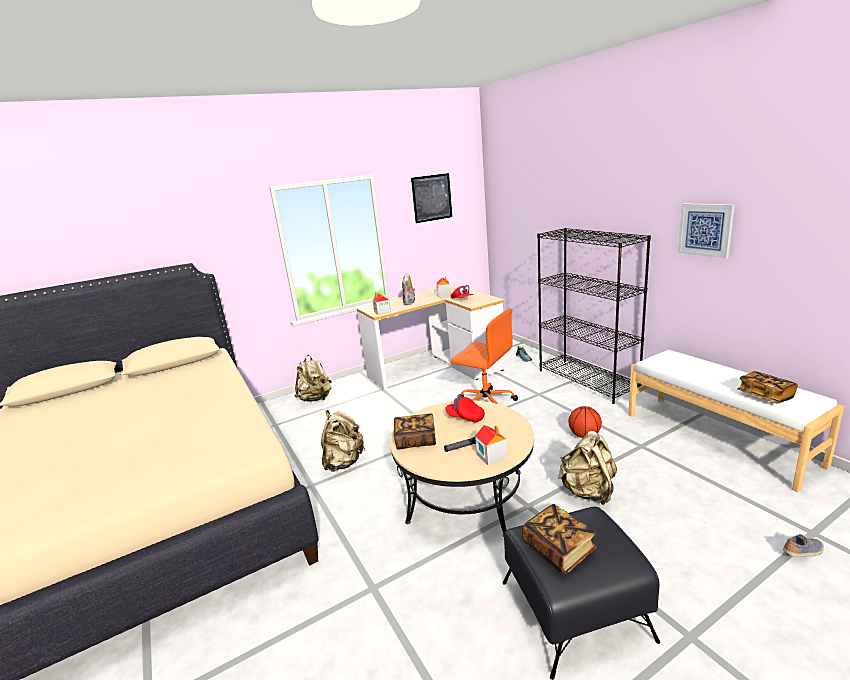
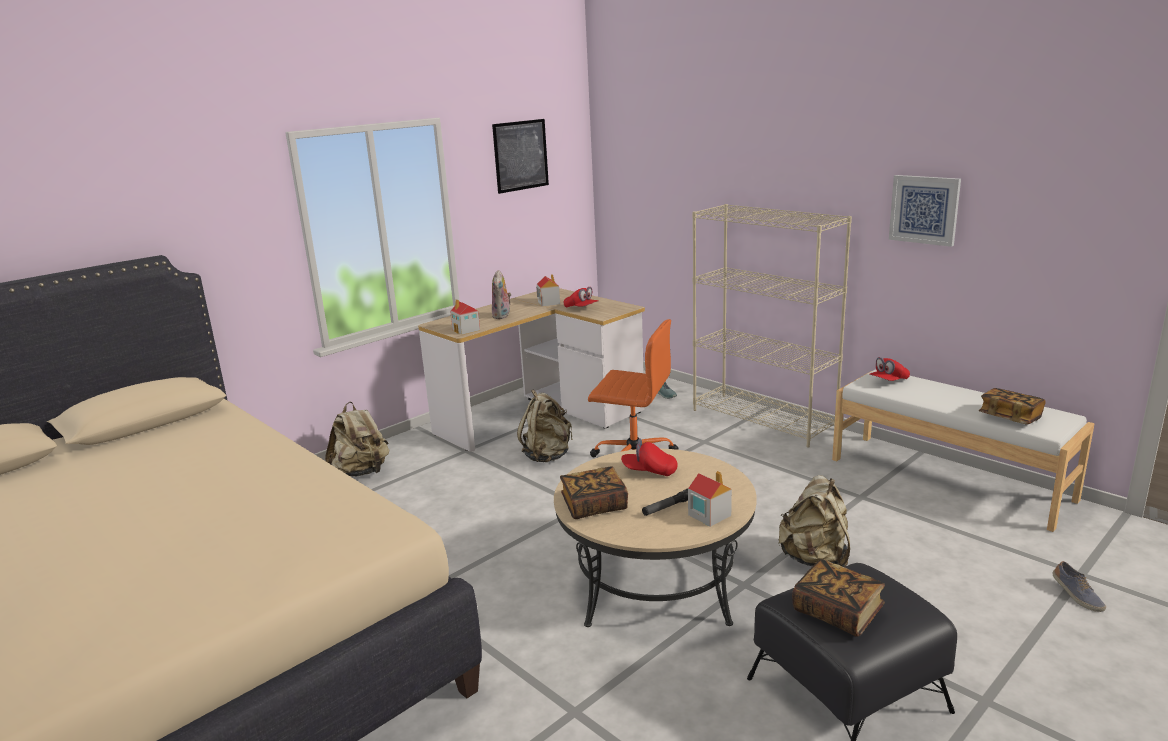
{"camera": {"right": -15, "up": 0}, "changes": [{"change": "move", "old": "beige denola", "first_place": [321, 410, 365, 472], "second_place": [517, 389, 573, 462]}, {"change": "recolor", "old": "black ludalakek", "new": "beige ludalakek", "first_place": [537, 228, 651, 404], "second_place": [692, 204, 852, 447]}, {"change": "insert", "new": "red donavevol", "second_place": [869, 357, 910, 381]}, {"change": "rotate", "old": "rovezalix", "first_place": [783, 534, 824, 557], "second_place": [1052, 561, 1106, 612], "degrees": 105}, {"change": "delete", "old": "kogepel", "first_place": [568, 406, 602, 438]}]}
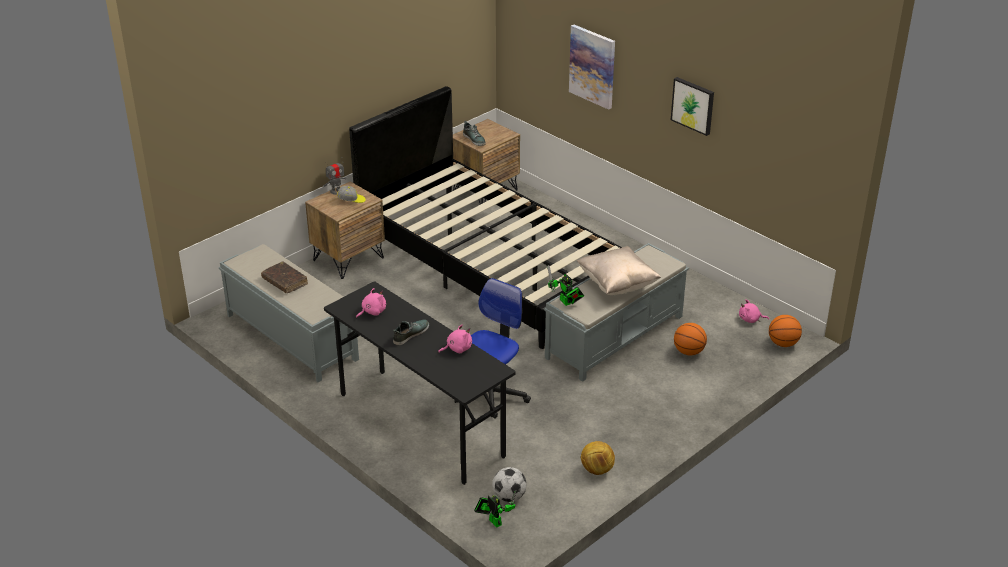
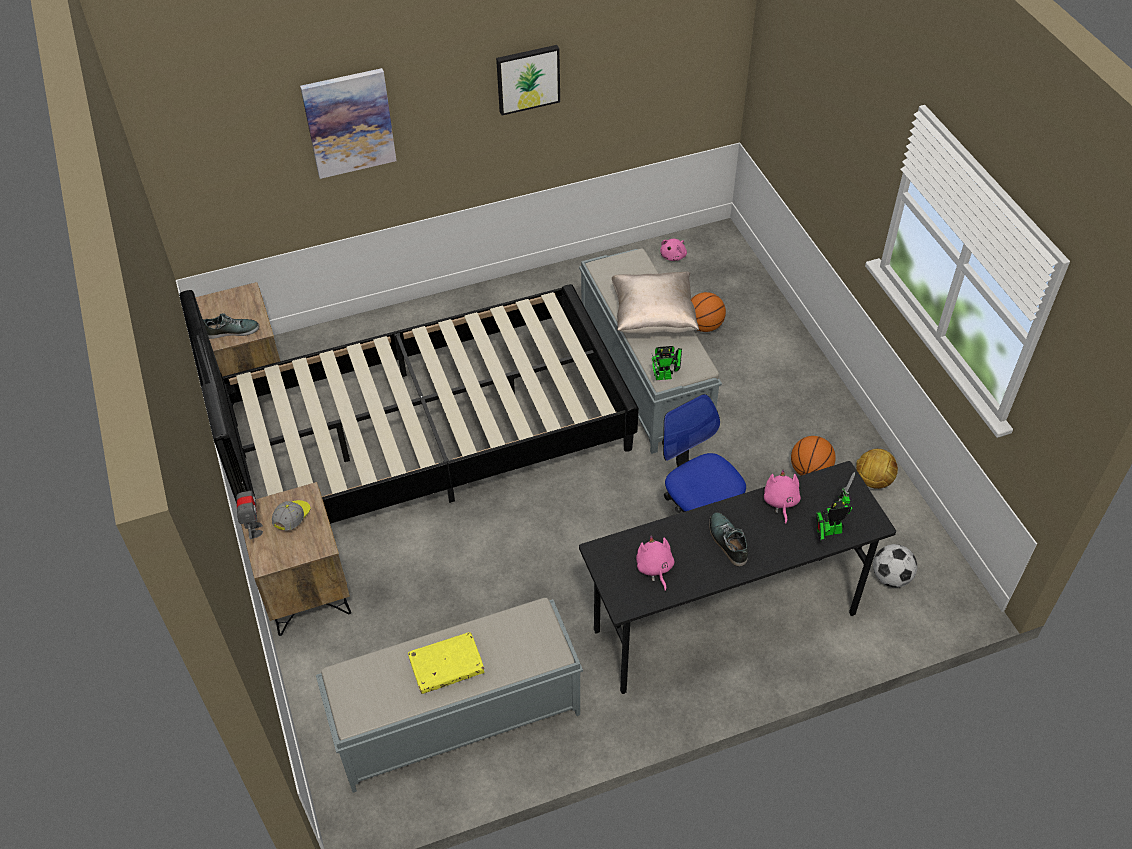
{"camera": {"right": -65, "up": 15}, "changes": [{"change": "recolor", "old": "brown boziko", "new": "yellow boziko", "first_place": [261, 261, 308, 293], "second_place": [408, 632, 485, 694]}, {"change": "move", "old": "kogepel", "first_place": [769, 315, 802, 347], "second_place": [791, 436, 836, 476]}, {"change": "move", "old": "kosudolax", "first_place": [474, 490, 517, 528], "second_place": [816, 472, 855, 541]}]}
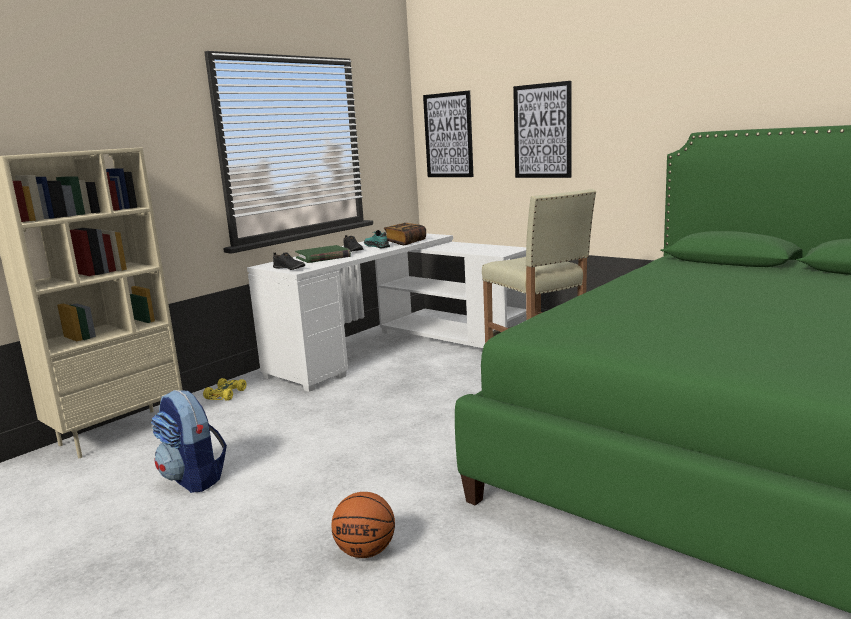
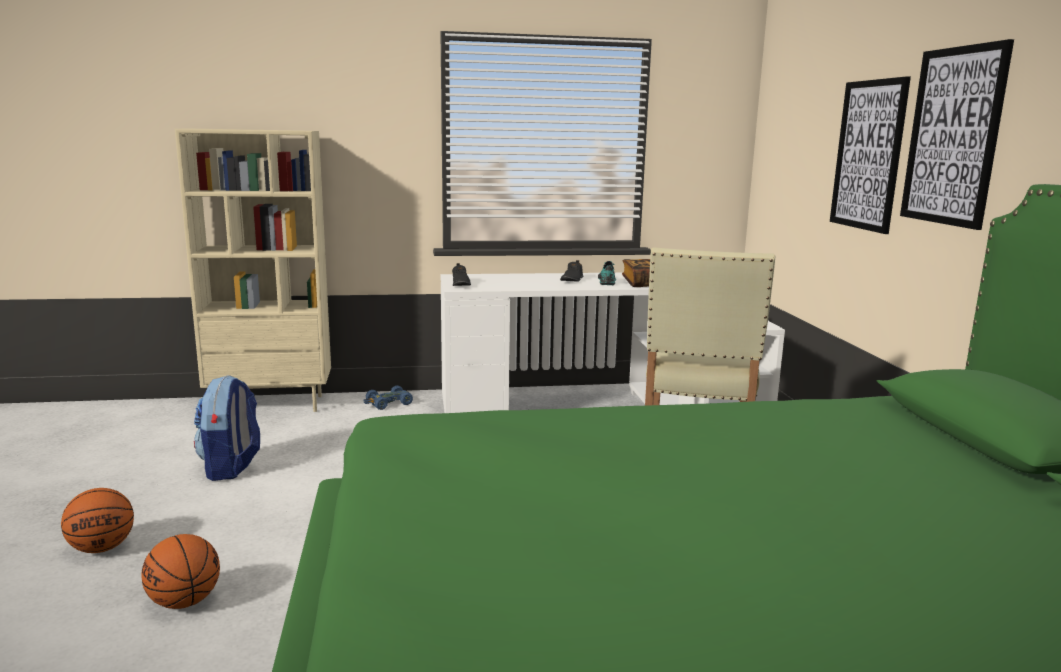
{"camera": {"right": 40, "up": 0}, "changes": [{"change": "insert", "new": "kogepel", "second_place": [61, 488, 134, 553]}, {"change": "recolor", "old": "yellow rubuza", "new": "blue rubuza", "first_place": [203, 378, 246, 401], "second_place": [364, 385, 413, 410]}, {"change": "move", "old": "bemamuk", "first_place": [423, 90, 474, 177], "second_place": [900, 39, 1014, 230]}, {"change": "delete", "old": "green boziko", "first_place": [295, 245, 351, 263]}]}
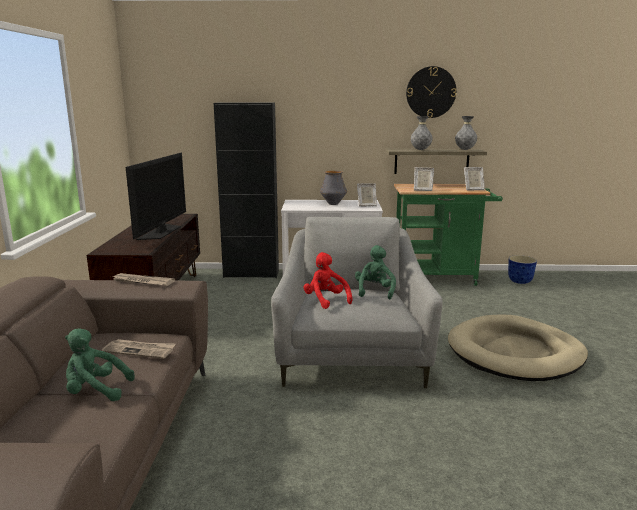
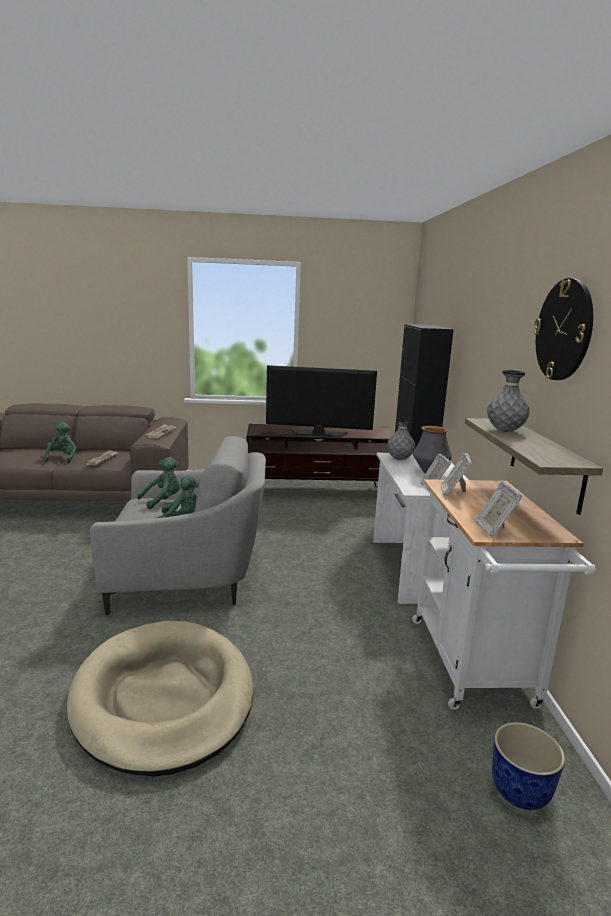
{"camera": {"right": 85, "up": 0}, "changes": [{"change": "recolor", "old": "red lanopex", "new": "green lanopex", "first_place": [304, 252, 352, 309], "second_place": [137, 457, 180, 509]}, {"change": "move", "old": "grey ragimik", "first_place": [455, 116, 477, 150], "second_place": [387, 417, 415, 460]}, {"change": "recolor", "old": "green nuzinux", "new": "white nuzinux", "first_place": [394, 184, 503, 286], "second_place": [412, 479, 596, 710]}]}
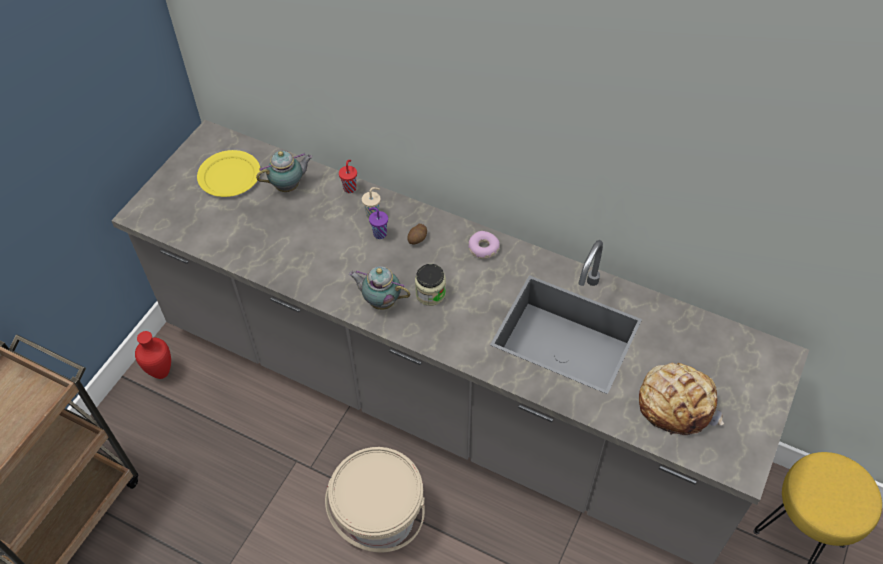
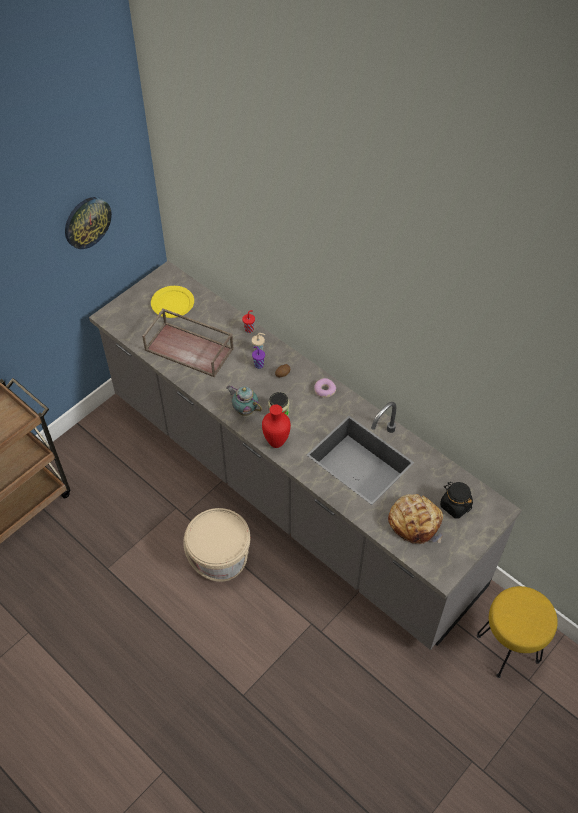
{"camera": {"right": 15, "up": 0}, "changes": [{"change": "insert", "new": "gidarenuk", "second_place": [65, 197, 112, 249]}, {"change": "insert", "new": "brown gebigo", "second_place": [142, 308, 234, 377]}, {"change": "move", "old": "red ragimik", "first_place": [135, 331, 171, 379], "second_place": [262, 404, 291, 448]}, {"change": "insert", "new": "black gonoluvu", "second_place": [440, 482, 473, 519]}, {"change": "delete", "old": "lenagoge", "first_place": [256, 151, 313, 192]}]}
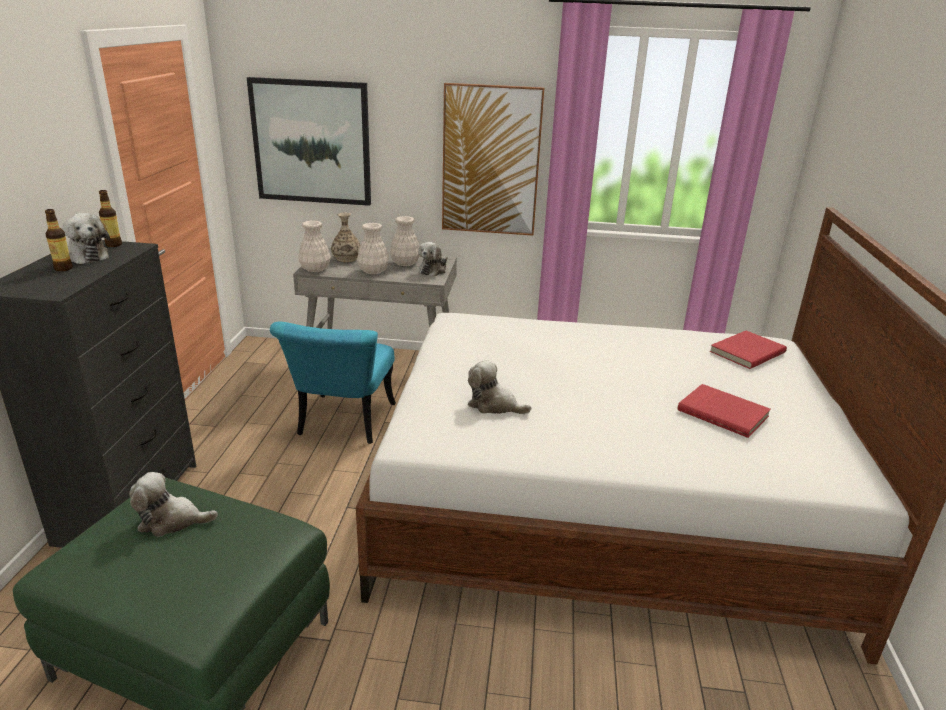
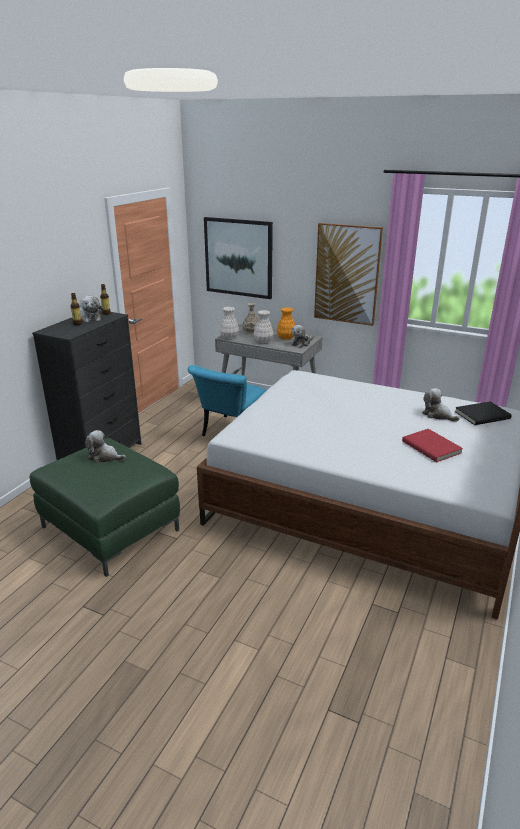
{"camera": {"right": 20, "up": 0}, "changes": [{"change": "recolor", "old": "white ragimik", "new": "orange ragimik", "first_place": [390, 216, 419, 266], "second_place": [277, 307, 295, 340]}, {"change": "move", "old": "lanopex", "first_place": [468, 360, 531, 414], "second_place": [422, 388, 460, 422]}, {"change": "recolor", "old": "red boziko", "new": "black boziko", "first_place": [710, 331, 787, 369], "second_place": [455, 401, 512, 425]}]}
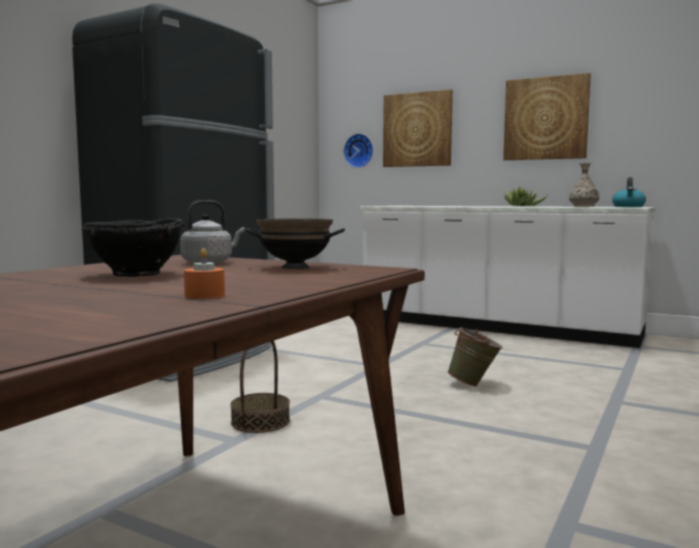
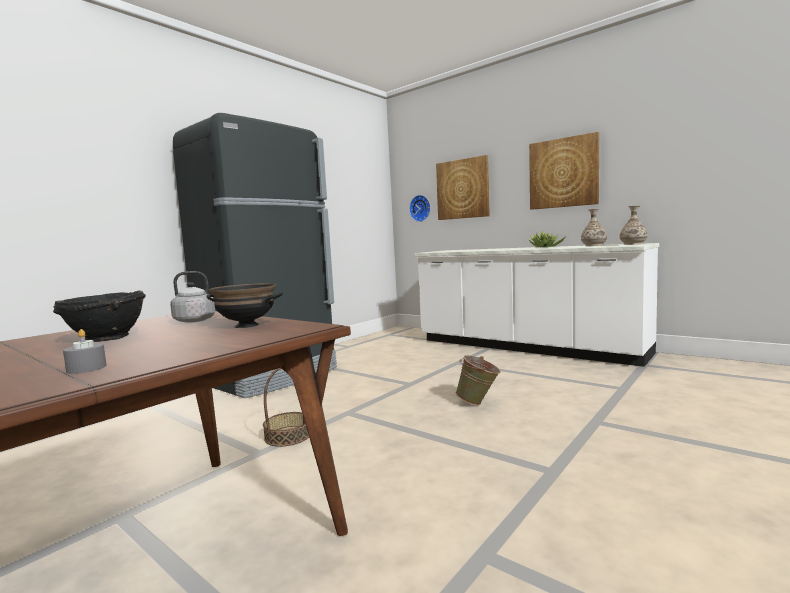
{"camera": {"right": 10, "up": 0}, "changes": [{"change": "recolor", "old": "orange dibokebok", "new": "grey dibokebok", "first_place": [184, 248, 225, 299], "second_place": [63, 329, 107, 374]}, {"change": "replace", "old": "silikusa", "new": "ragimik", "first_place": [612, 177, 646, 207], "second_place": [620, 206, 648, 245]}]}
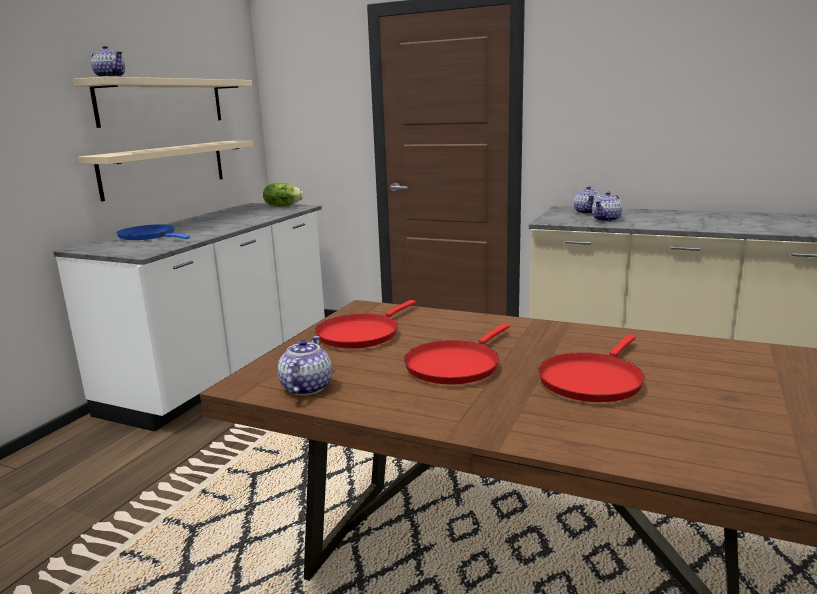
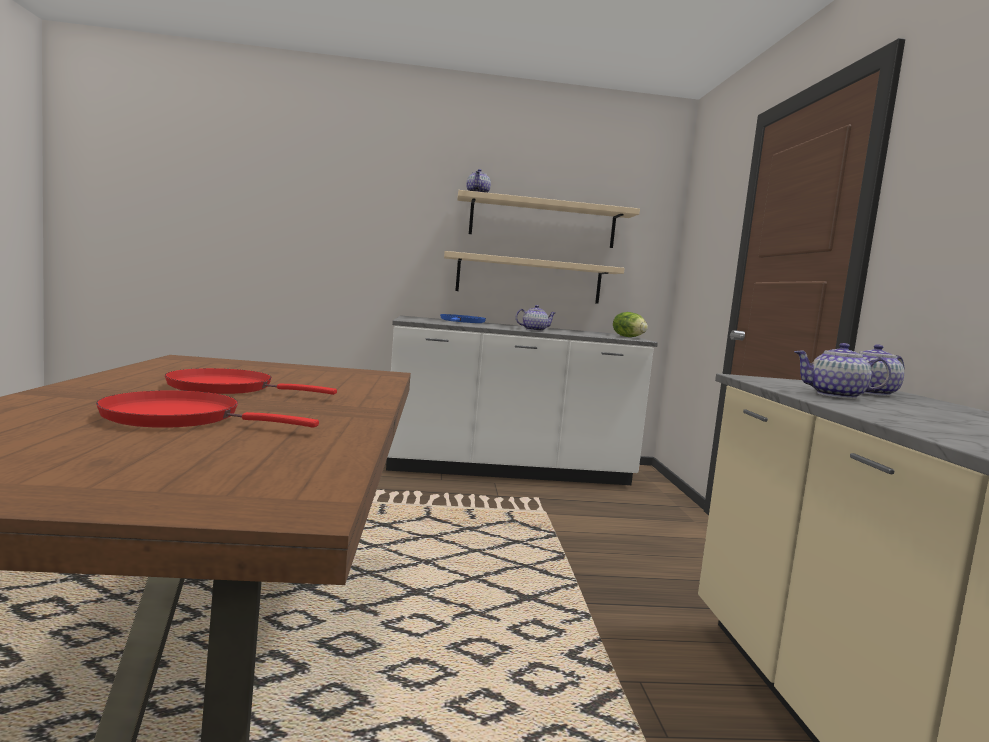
{"camera": {"right": 60, "up": -10}, "changes": [{"change": "move", "old": "lenagoge", "first_place": [278, 336, 332, 395], "second_place": [516, 305, 555, 331]}, {"change": "delete", "old": "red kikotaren", "first_place": [315, 300, 416, 349]}]}
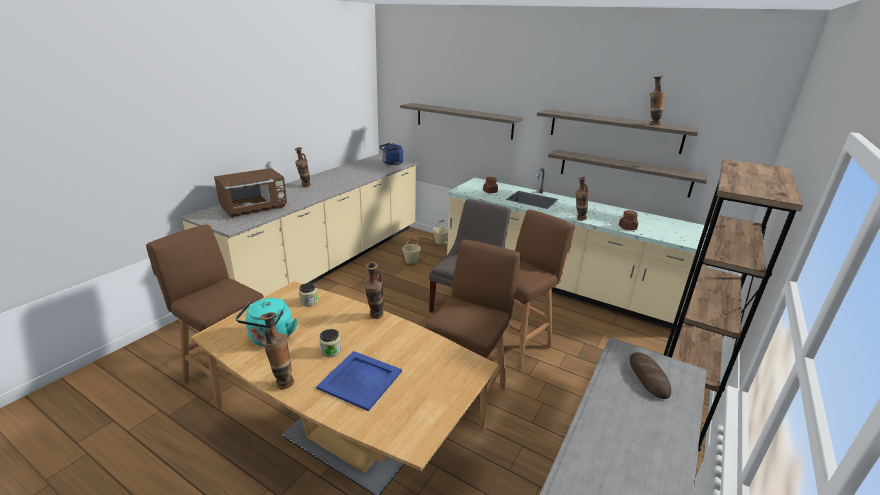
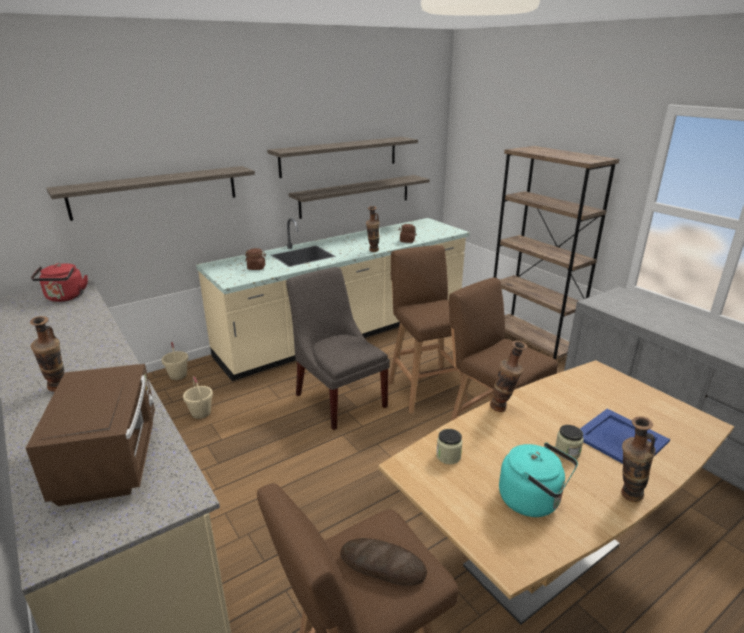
{"camera": {"right": -65, "up": 0}, "changes": [{"change": "recolor", "old": "blue silikusa", "new": "red silikusa", "first_place": [379, 143, 404, 165], "second_place": [31, 263, 88, 302]}, {"change": "move", "old": "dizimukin", "first_place": [630, 352, 671, 399], "second_place": [340, 538, 427, 586]}, {"change": "delete", "old": "ragimik", "first_place": [650, 76, 665, 126]}]}
